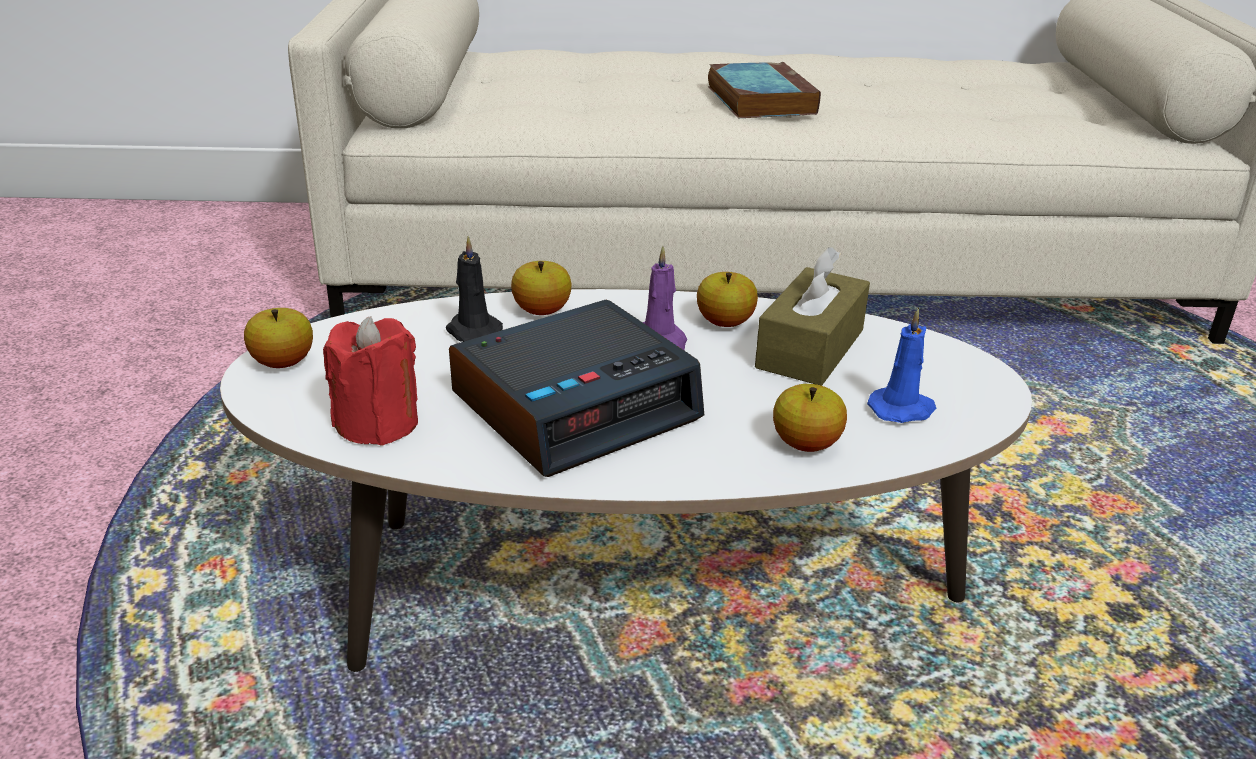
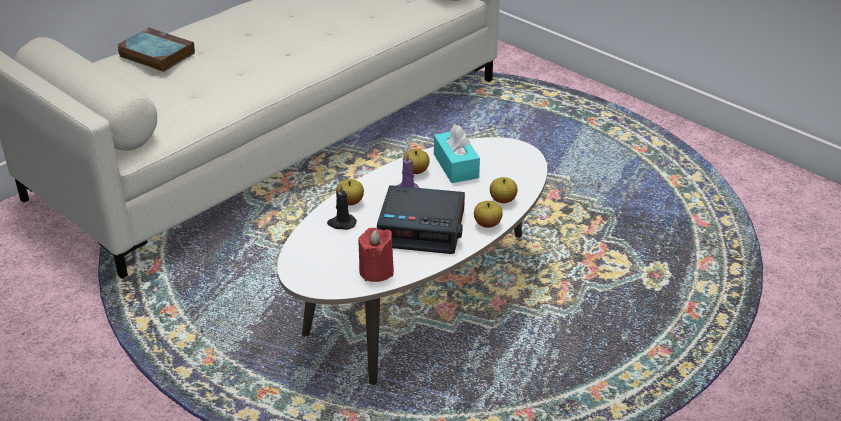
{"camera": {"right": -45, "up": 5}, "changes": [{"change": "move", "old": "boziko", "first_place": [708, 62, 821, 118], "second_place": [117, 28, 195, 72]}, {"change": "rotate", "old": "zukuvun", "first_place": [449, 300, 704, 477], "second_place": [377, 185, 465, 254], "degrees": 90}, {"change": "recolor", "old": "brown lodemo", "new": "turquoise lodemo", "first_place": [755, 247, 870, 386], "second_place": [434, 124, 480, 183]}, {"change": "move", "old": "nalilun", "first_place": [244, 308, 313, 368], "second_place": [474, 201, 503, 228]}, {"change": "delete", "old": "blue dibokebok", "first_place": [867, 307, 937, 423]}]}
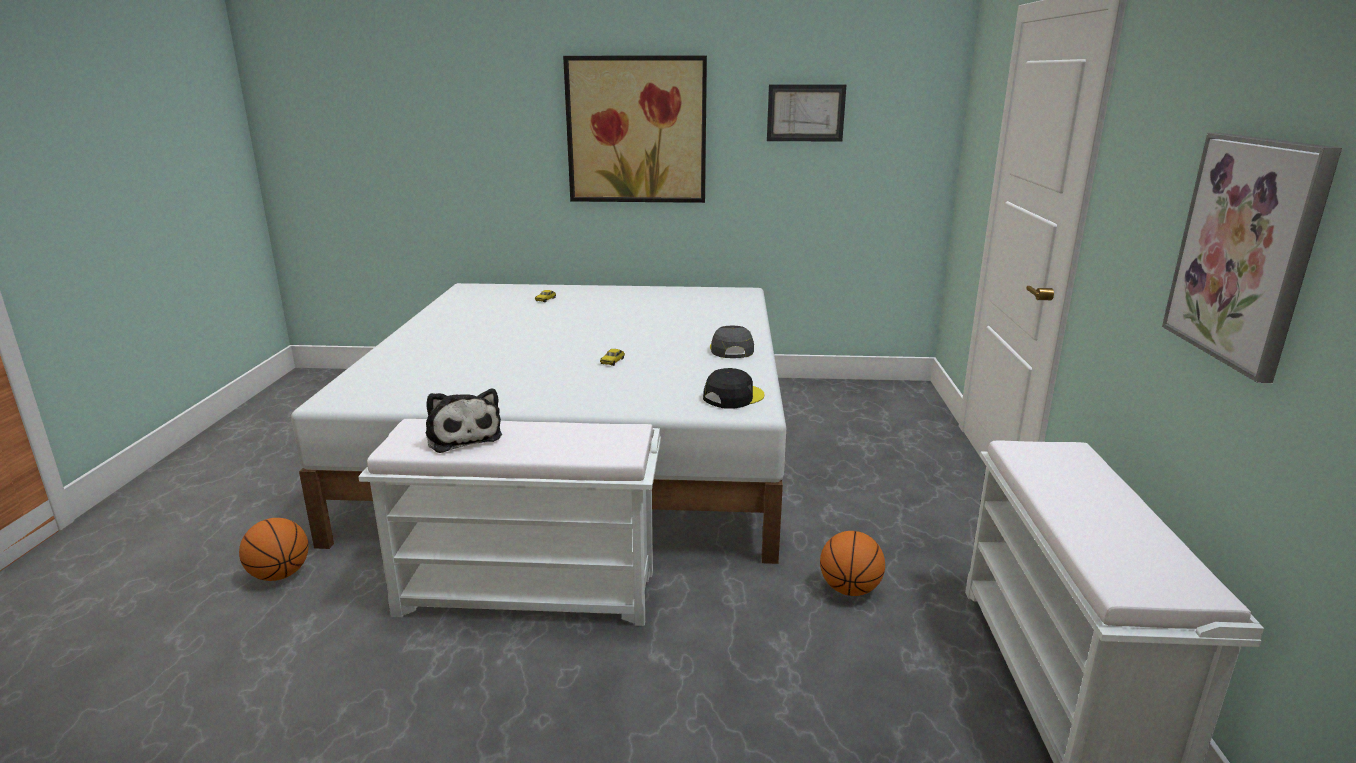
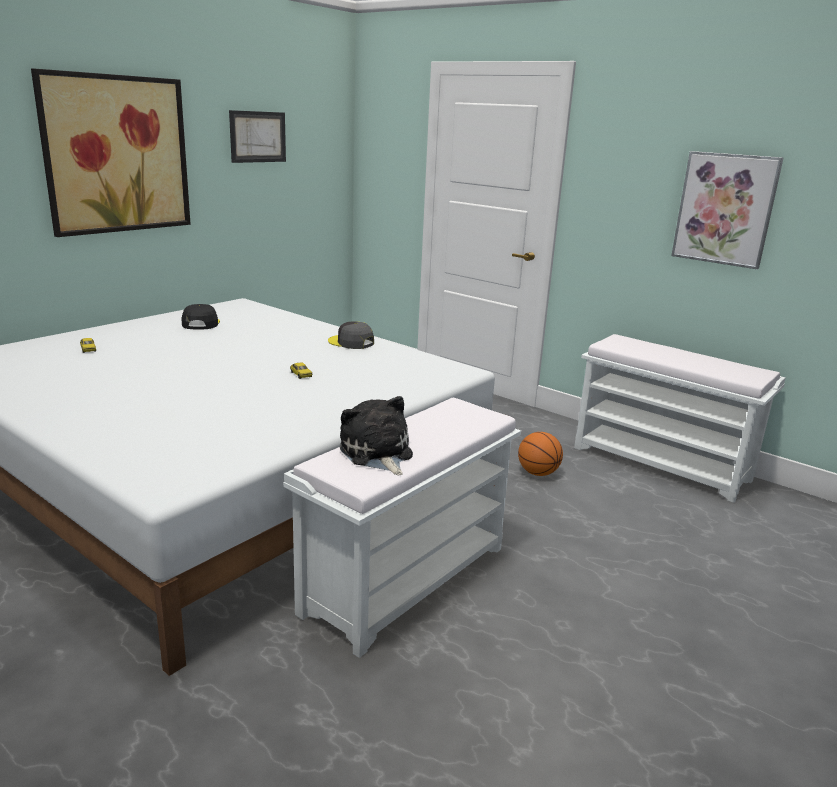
{"camera": {"right": -55, "up": 0}, "changes": [{"change": "move", "old": "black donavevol", "first_place": [703, 368, 765, 409], "second_place": [181, 304, 220, 330]}, {"change": "rotate", "old": "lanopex", "first_place": [426, 388, 502, 453], "second_place": [340, 396, 413, 475], "degrees": -120}, {"change": "delete", "old": "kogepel", "first_place": [239, 518, 309, 581]}]}
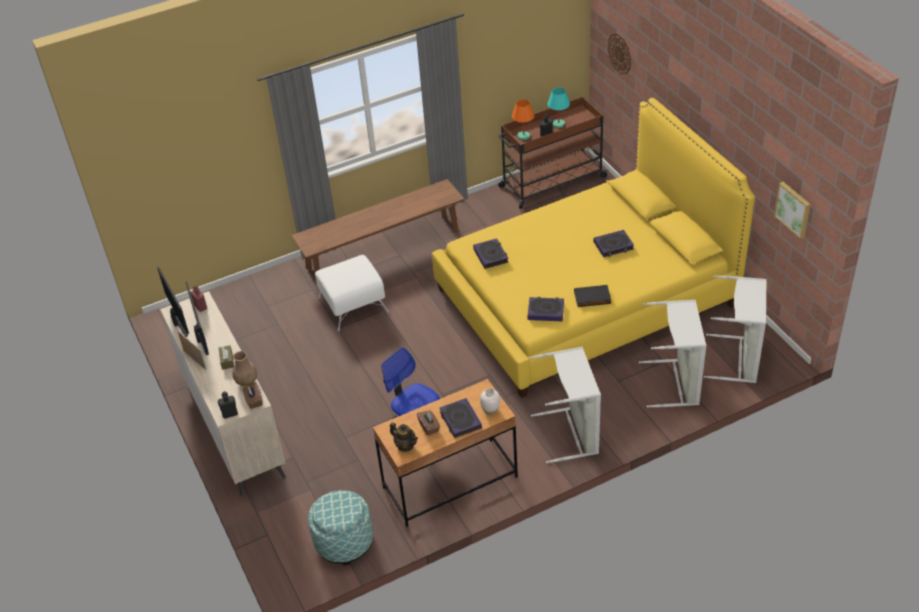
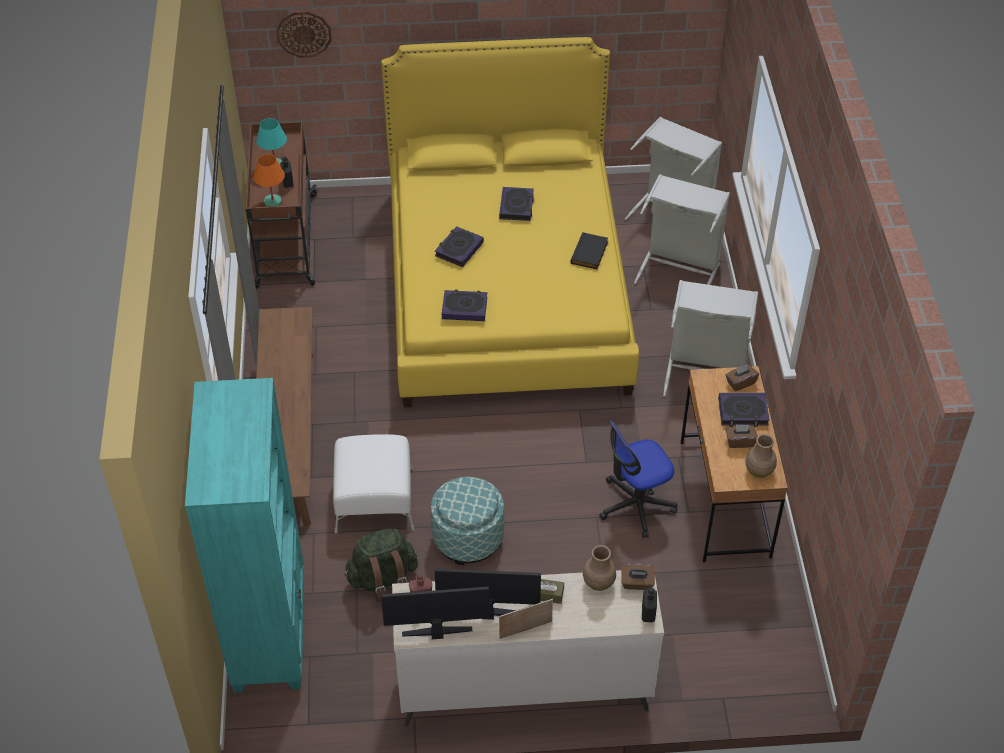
{"camera": {"right": -70, "up": 5}, "changes": [{"change": "insert", "new": "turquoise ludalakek", "second_place": [185, 378, 304, 693]}, {"change": "insert", "new": "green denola", "second_place": [344, 529, 418, 602]}, {"change": "move", "old": "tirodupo", "first_place": [308, 490, 373, 566], "second_place": [431, 477, 504, 565]}, {"change": "move", "old": "boziko", "first_place": [528, 297, 564, 321], "second_place": [435, 226, 484, 267]}, {"change": "replace", "old": "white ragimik", "new": "brown lodemo", "first_place": [480, 388, 500, 415], "second_place": [726, 364, 759, 391]}, {"change": "replace", "old": "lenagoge", "new": "brown ragimik", "first_place": [390, 422, 418, 452], "second_place": [745, 434, 777, 478]}, {"change": "delete", "old": "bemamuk", "first_place": [774, 182, 811, 239]}]}
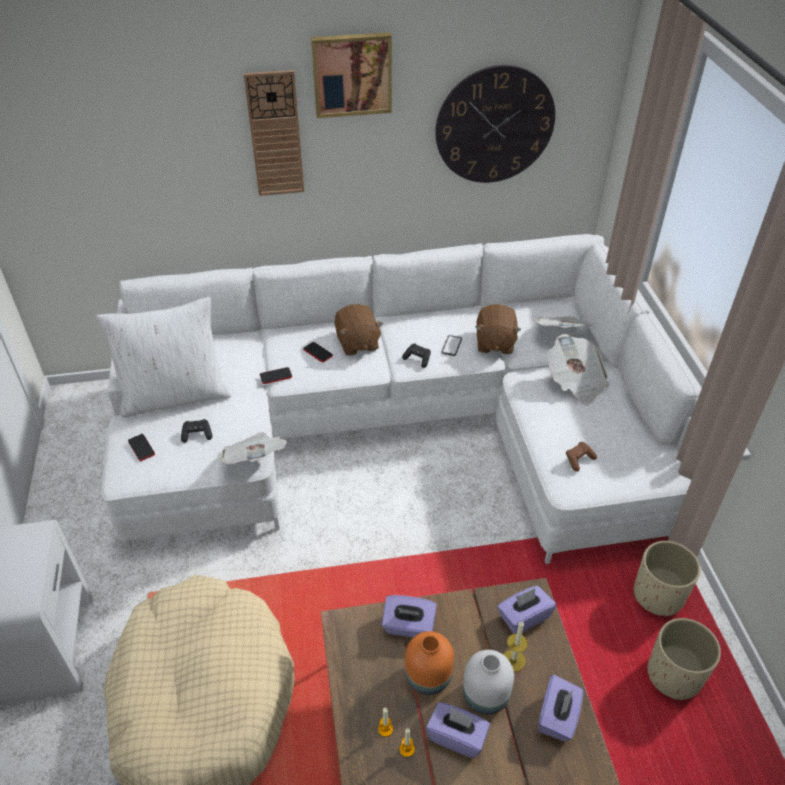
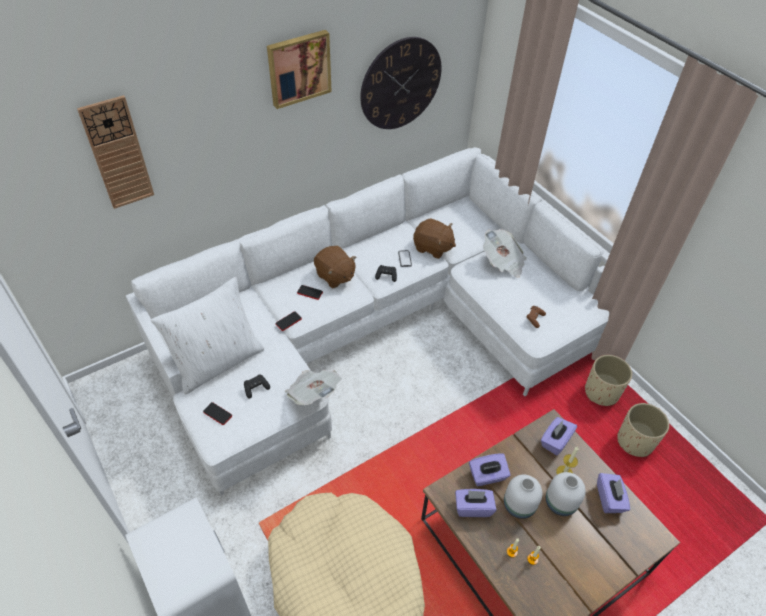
{"camera": {"right": -25, "up": 5}, "changes": [{"change": "move", "old": "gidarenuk", "first_place": [244, 70, 305, 196], "second_place": [77, 95, 154, 209]}, {"change": "rotate", "old": "brown lanopex", "first_place": [475, 304, 521, 354], "second_place": [413, 218, 456, 259], "degrees": -45}, {"change": "move", "old": "purple lodemo", "first_place": [426, 702, 490, 759], "second_place": [455, 489, 496, 517]}, {"change": "recolor", "old": "orange ragimik", "new": "white ragimik", "first_place": [405, 631, 454, 695], "second_place": [504, 474, 542, 519]}, {"change": "delete", "old": "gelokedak", "first_place": [535, 316, 593, 328]}]}
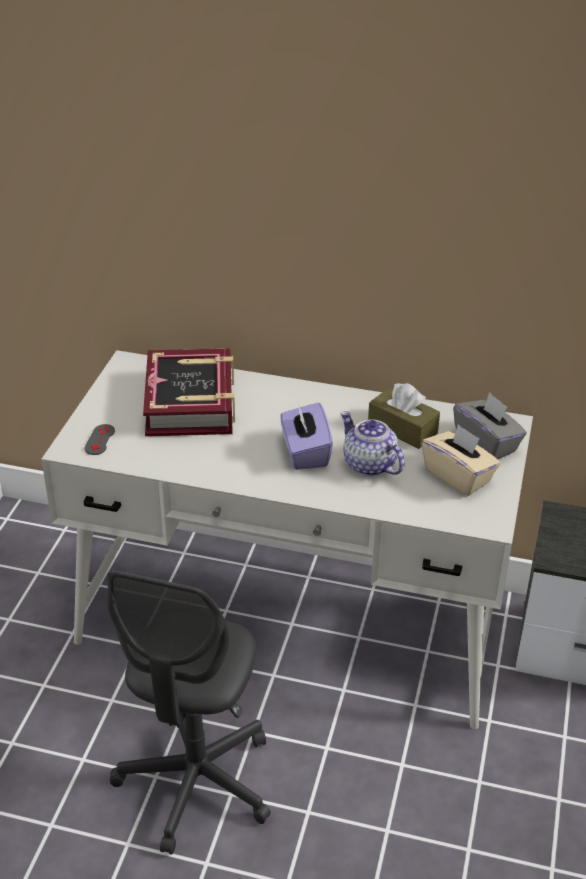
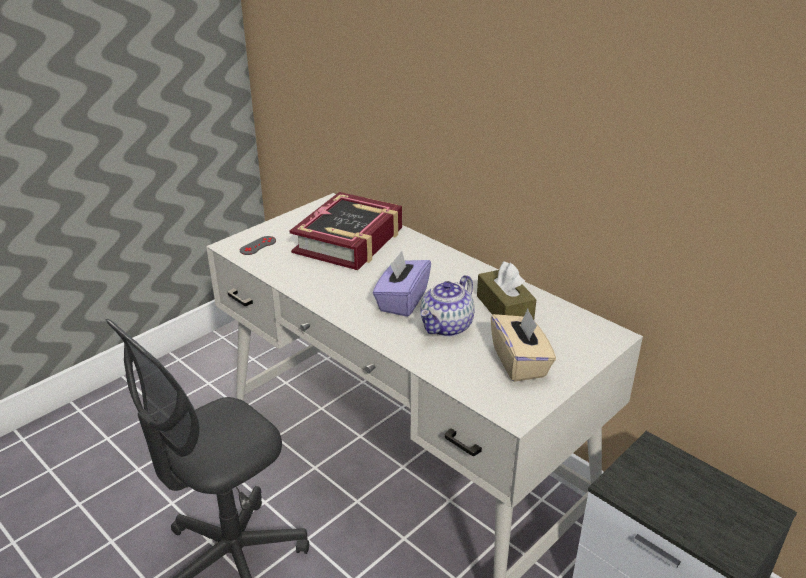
{"camera": {"right": 30, "up": -5}, "changes": [{"change": "rotate", "old": "lenagoge", "first_place": [341, 411, 405, 476], "second_place": [420, 275, 475, 337], "degrees": -135}, {"change": "delete", "old": "grey lodemo", "first_place": [453, 392, 527, 460]}]}
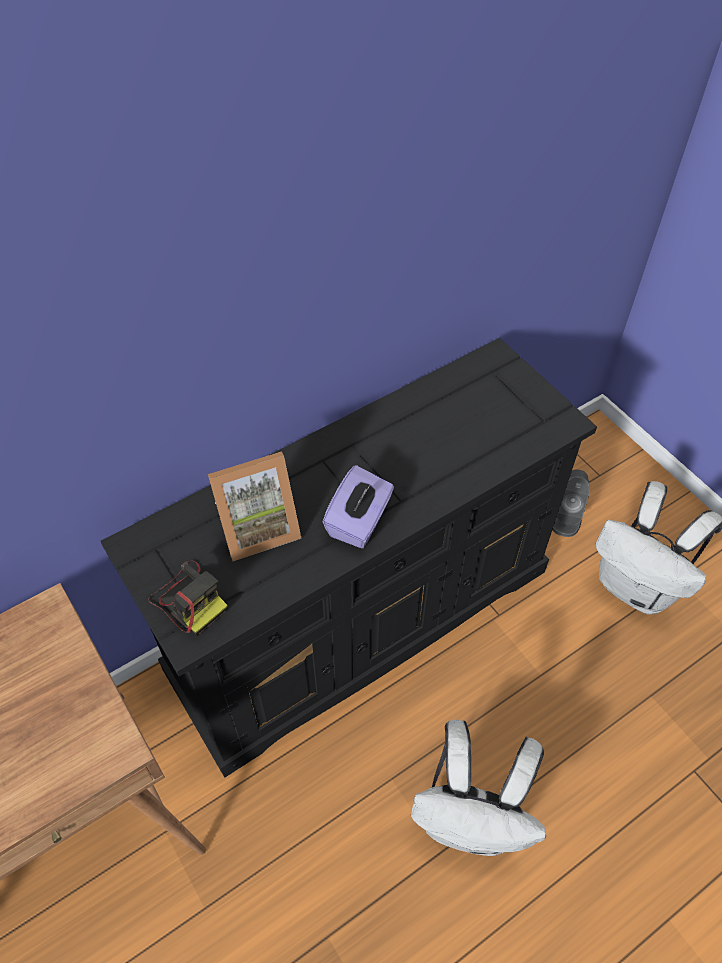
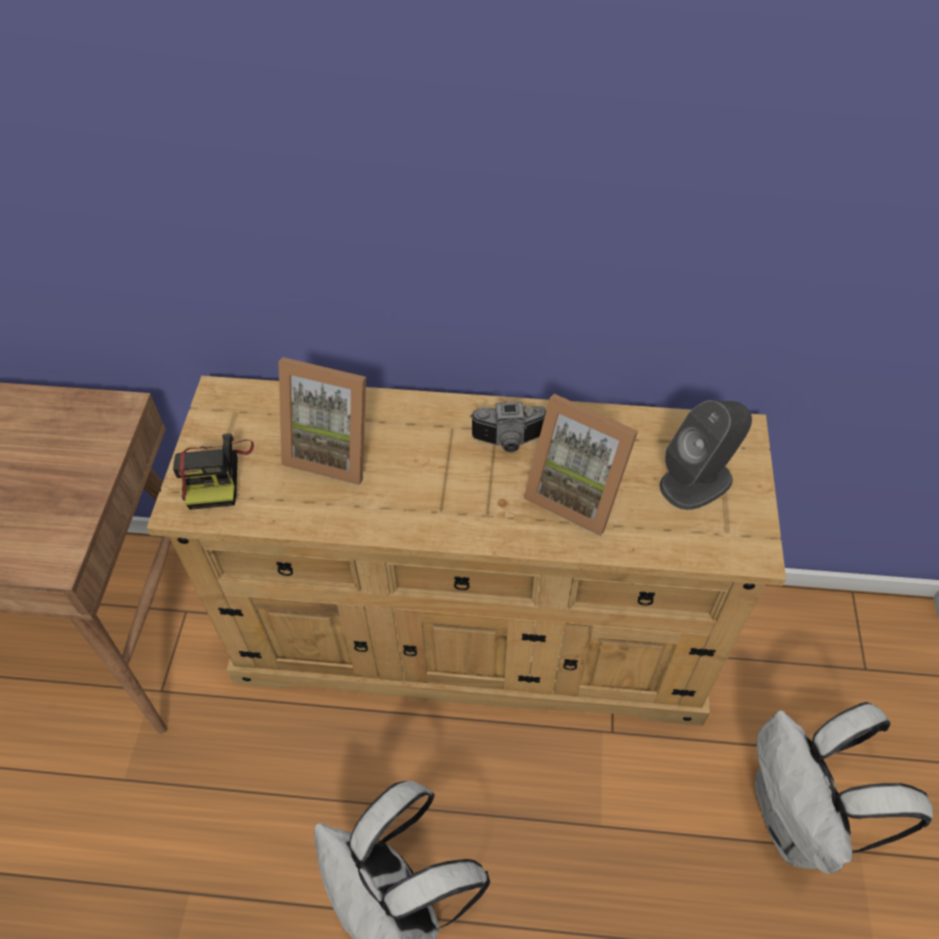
{"camera": {"right": 40, "up": 0}, "changes": [{"change": "recolor", "old": "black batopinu", "new": "beige batopinu", "first_place": [100, 338, 597, 778], "second_place": [147, 376, 786, 726]}, {"change": "insert", "new": "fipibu", "second_place": [470, 402, 546, 452]}, {"change": "insert", "new": "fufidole", "second_place": [524, 394, 638, 536]}, {"change": "move", "old": "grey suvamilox", "first_place": [552, 469, 590, 537], "second_place": [659, 400, 752, 510]}, {"change": "delete", "old": "purple lodemo", "first_place": [322, 465, 394, 548]}]}
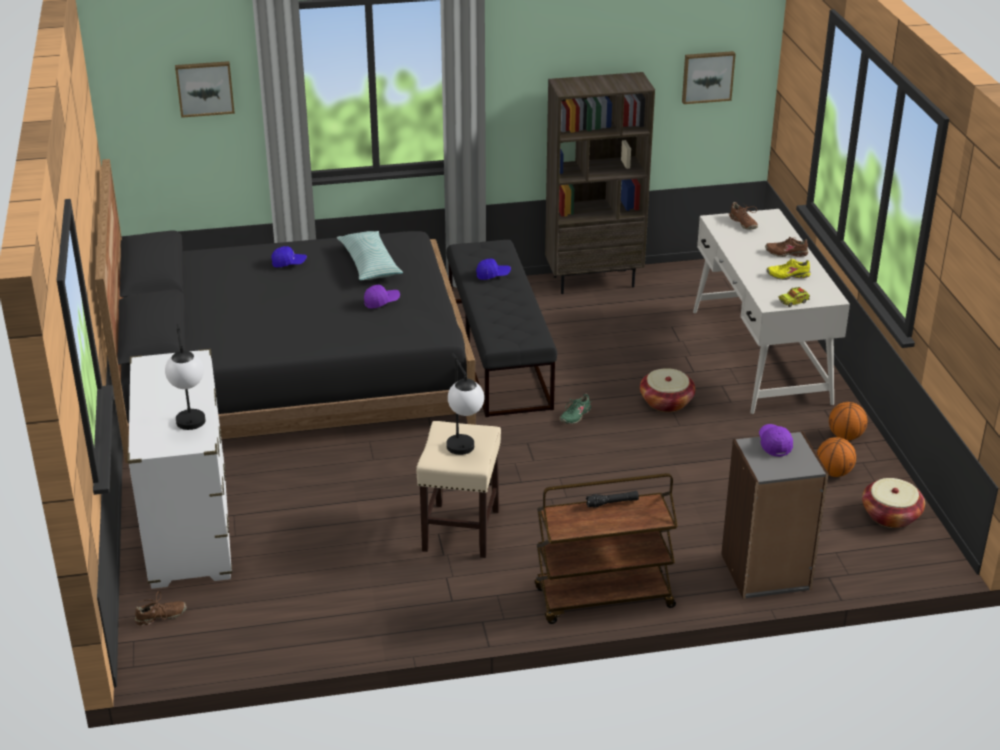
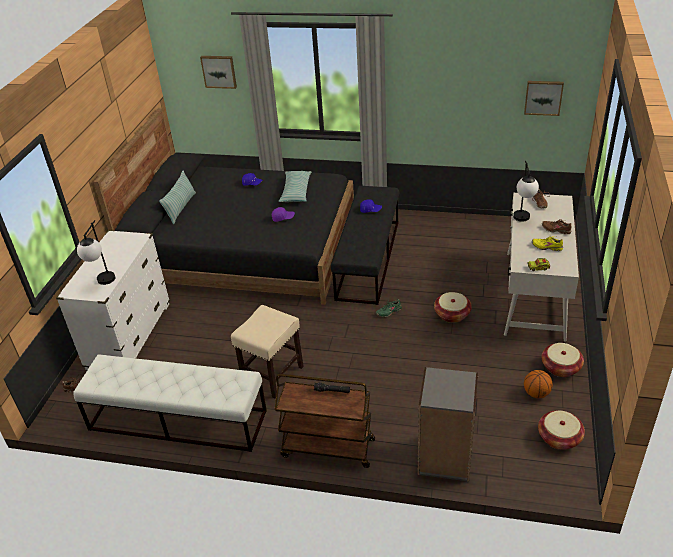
{"camera": {"right": 25, "up": 5}, "changes": [{"change": "insert", "new": "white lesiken", "second_place": [73, 354, 267, 452]}, {"change": "insert", "new": "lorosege", "second_place": [159, 171, 196, 224]}, {"change": "move", "old": "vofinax", "first_place": [446, 353, 484, 455], "second_place": [513, 161, 539, 221]}, {"change": "replace", "old": "kogepel", "new": "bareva", "first_place": [829, 402, 868, 440], "second_place": [542, 343, 584, 377]}, {"change": "delete", "old": "brown ludalakek", "first_place": [545, 72, 655, 294]}, {"change": "delete", "old": "purple donavevol", "first_place": [759, 424, 793, 457]}]}
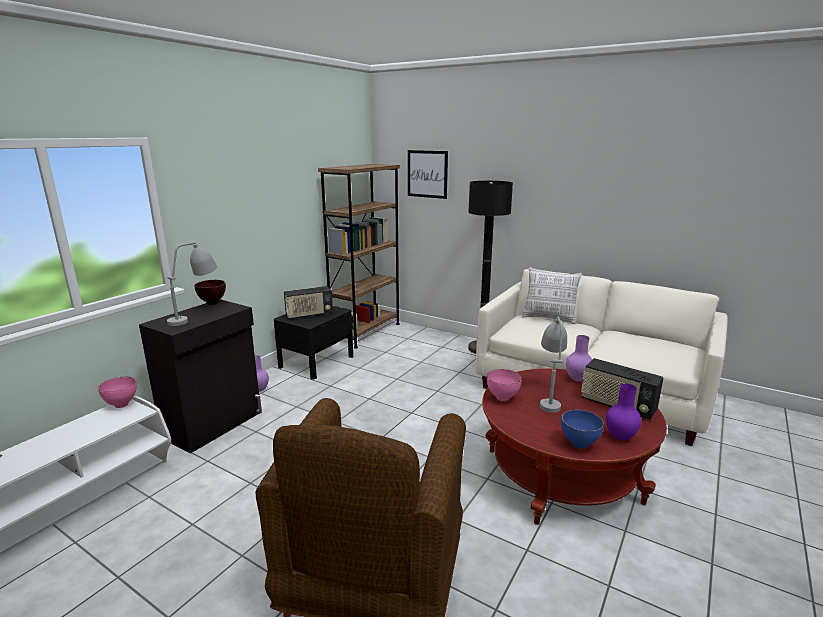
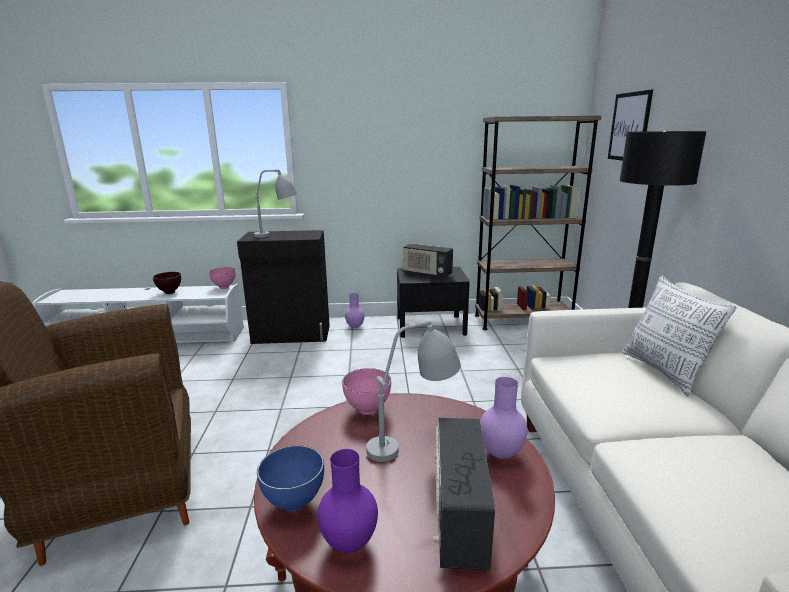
{"camera": {"right": 55, "up": 0}, "changes": [{"change": "move", "old": "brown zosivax", "first_place": [194, 280, 226, 305], "second_place": [153, 272, 181, 294]}]}
